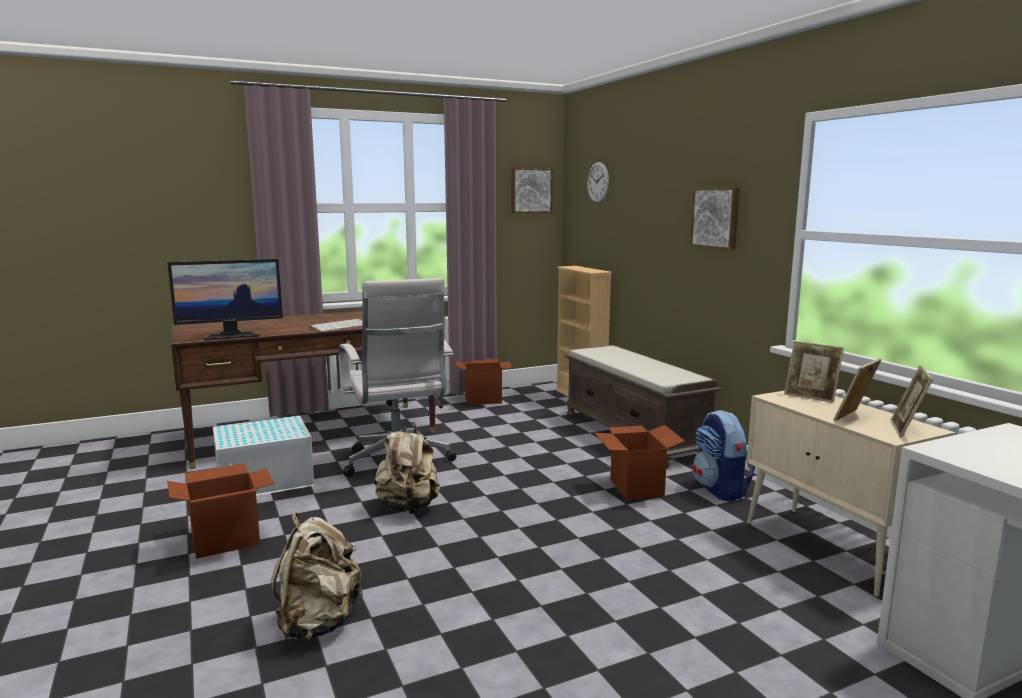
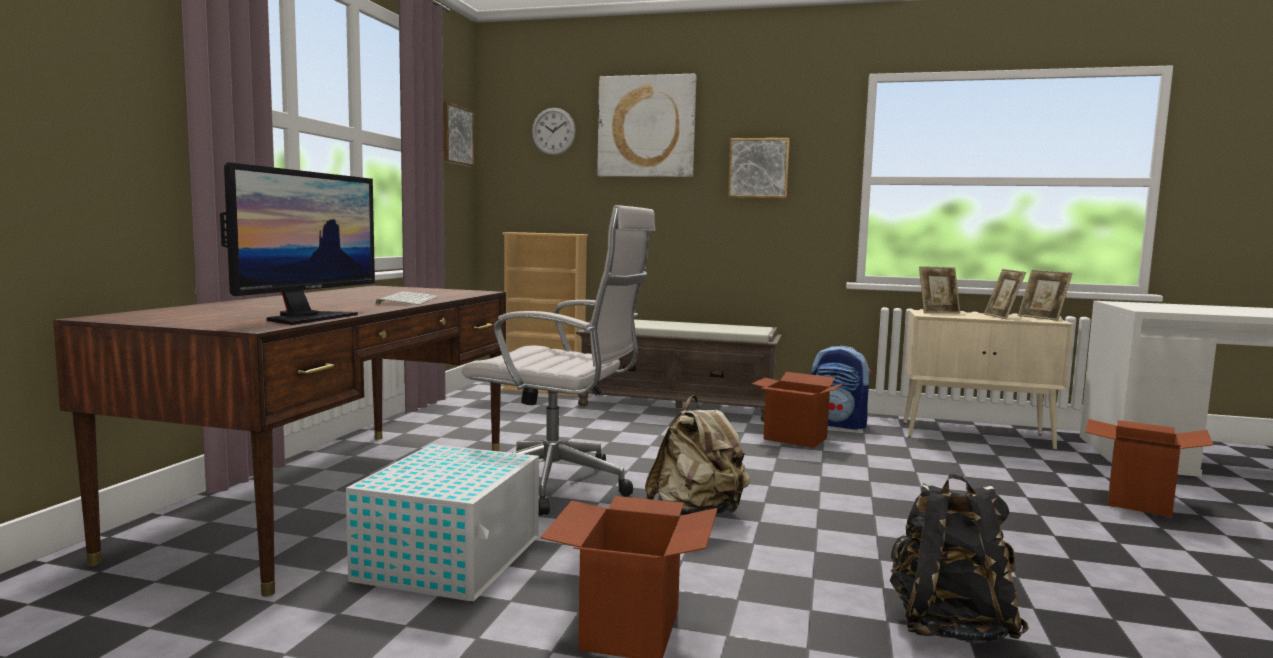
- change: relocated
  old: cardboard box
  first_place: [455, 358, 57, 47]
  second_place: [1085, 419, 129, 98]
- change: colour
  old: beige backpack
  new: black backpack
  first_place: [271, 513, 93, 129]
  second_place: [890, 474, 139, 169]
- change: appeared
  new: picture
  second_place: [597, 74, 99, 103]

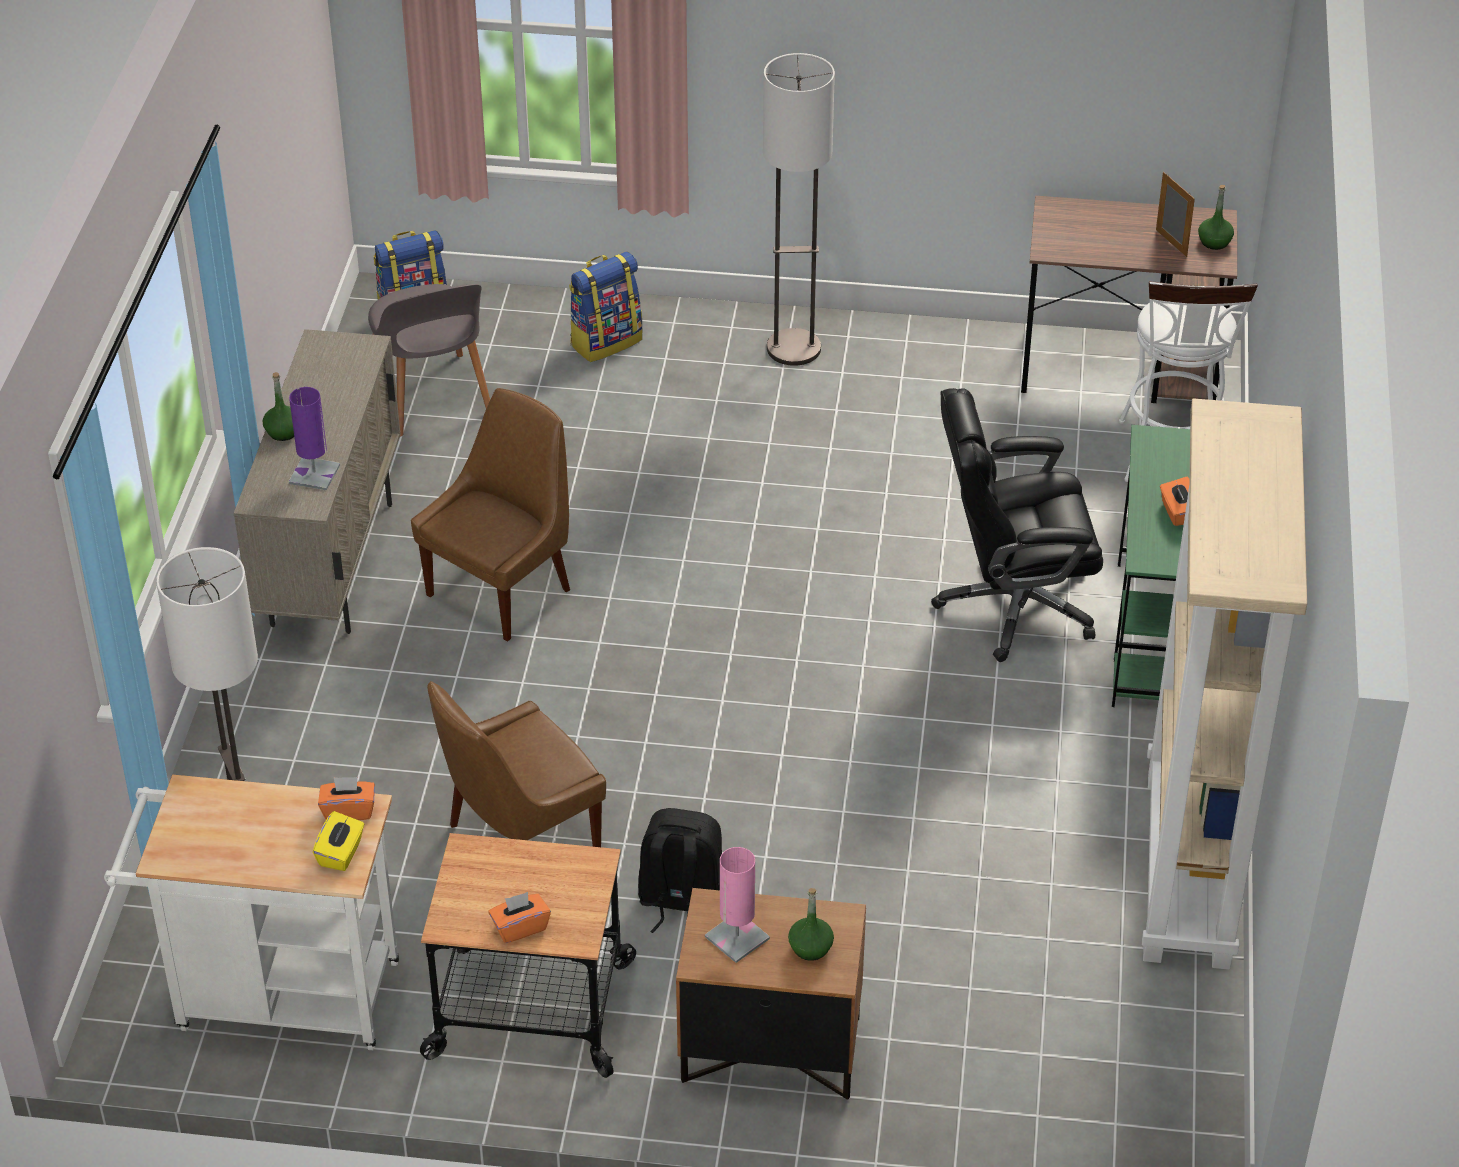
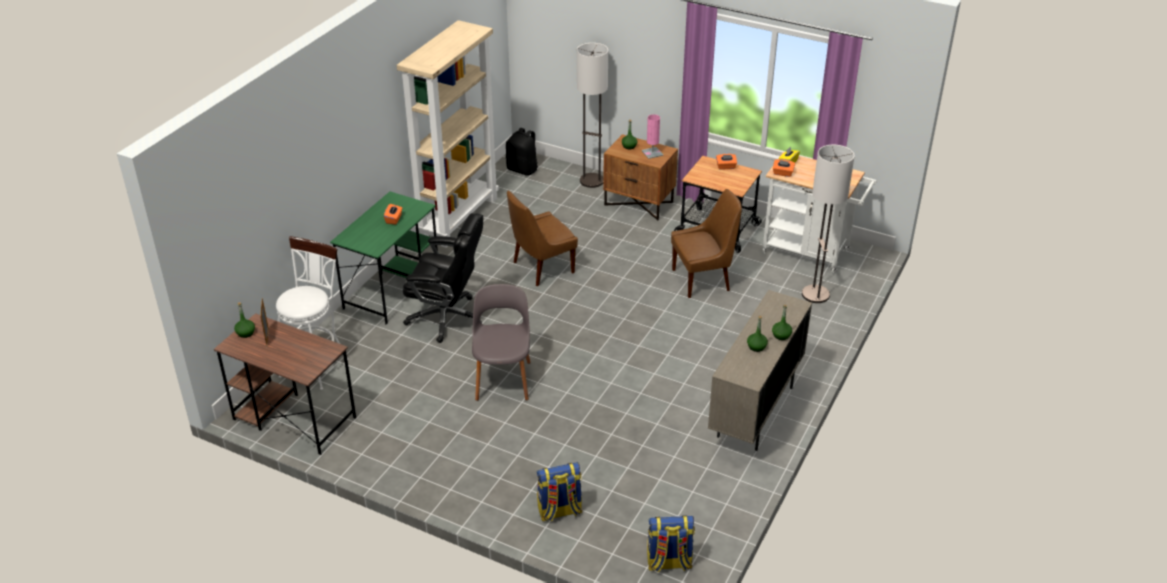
- change: relocated
  old: floor lamp
  first_place: [763, 53, 72, 313]
  second_place: [577, 43, 31, 145]
- change: relocated
  old: grey chair
  first_place: [368, 284, 122, 153]
  second_place: [472, 284, 59, 117]
- change: missing
  old: purple table lamp
  first_place: [289, 387, 51, 103]
- change: relocated
  old: brown chair
  first_place: [411, 388, 159, 254]
  second_place: [507, 191, 71, 95]
- change: relocated
  old: black backpack
  first_place: [638, 808, 84, 125]
  second_place: [506, 128, 32, 48]
- change: appeared
  new: green bottle
  second_place: [747, 316, 21, 36]

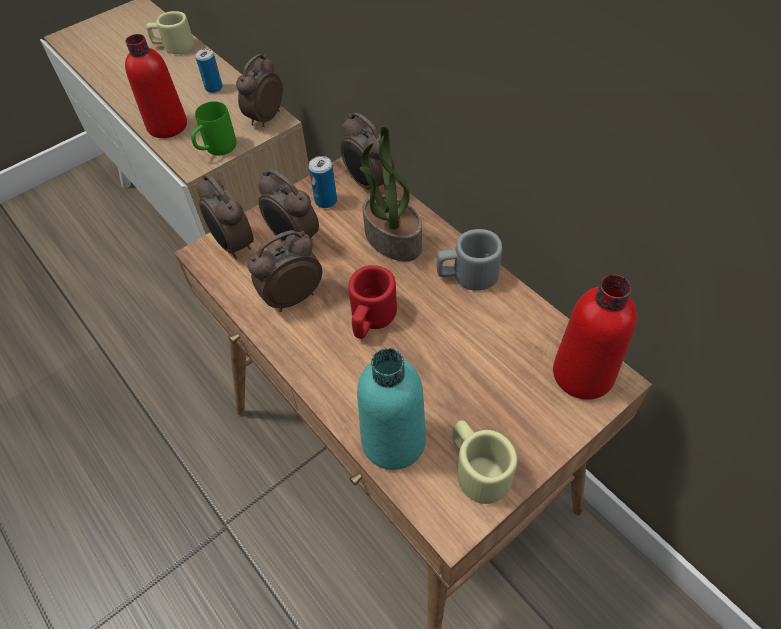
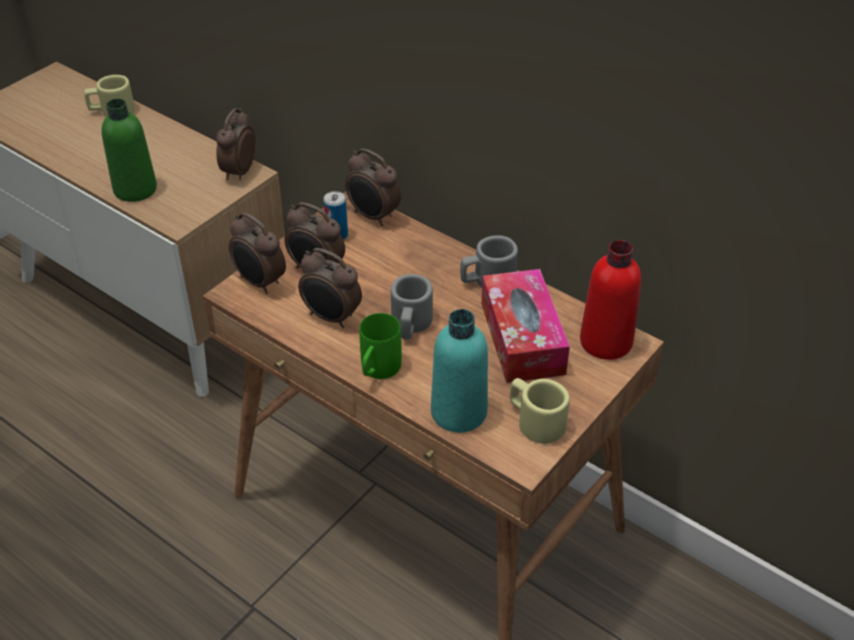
- change: colour
  old: red bottle
  new: green bottle
  first_place: [125, 34, 62, 104]
  second_place: [102, 99, 55, 103]
- change: missing
  old: can
  first_place: [195, 49, 28, 44]
- change: relocated
  old: green mug
  first_place: [191, 101, 45, 54]
  second_place: [359, 313, 43, 66]
- change: missing
  old: potted plant
  first_place: [360, 127, 62, 134]
- change: spun
  old: alarm clock
  first_place: [248, 230, 74, 82]
  second_place: [298, 248, 64, 80]
  degrees: -105
- change: colour
  old: red mug
  new: grey mug
  first_place: [348, 265, 49, 74]
  second_place: [391, 274, 42, 66]
- change: appeared
  new: tissue box
  second_place: [481, 269, 89, 114]

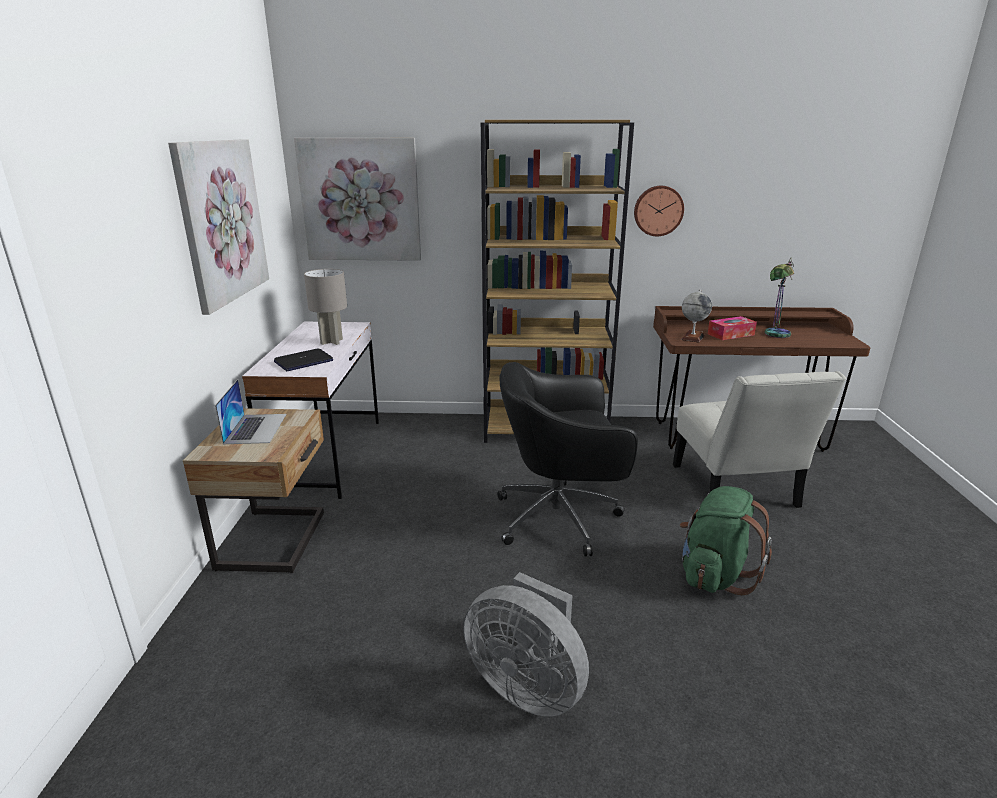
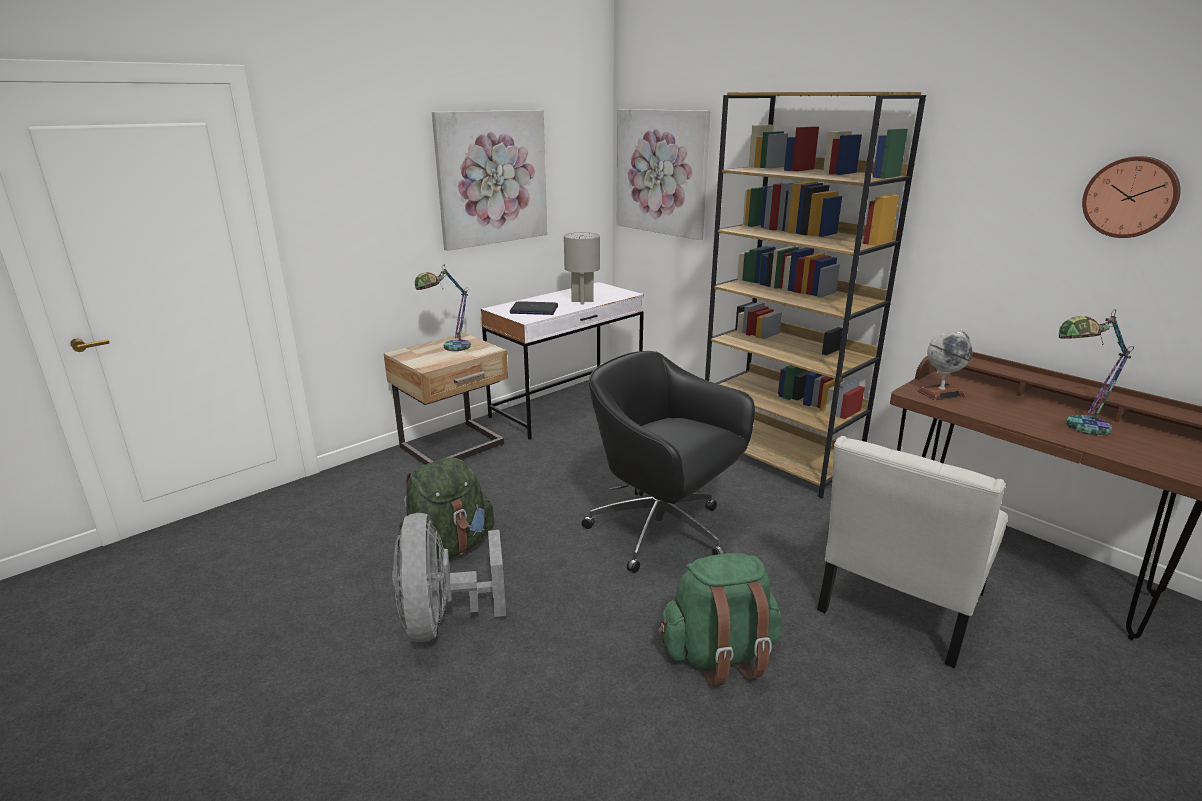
- change: relocated
  old: wall clock
  first_place: [634, 186, 50, 50]
  second_place: [1082, 156, 99, 82]
- change: missing
  old: tissue box
  first_place: [708, 316, 49, 24]
- change: exchanged
  old: laptop
  new: table lamp
  first_place: [215, 379, 71, 65]
  second_place: [415, 265, 56, 86]
- change: appeared
  new: green backpack
  second_place: [398, 457, 96, 105]

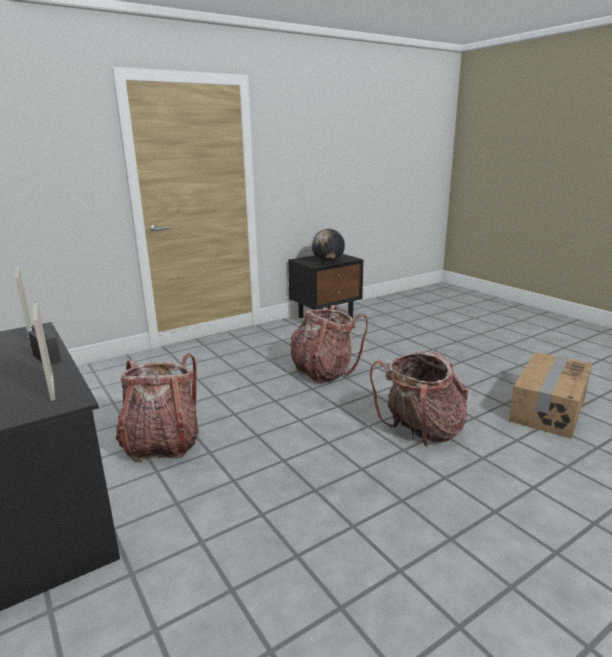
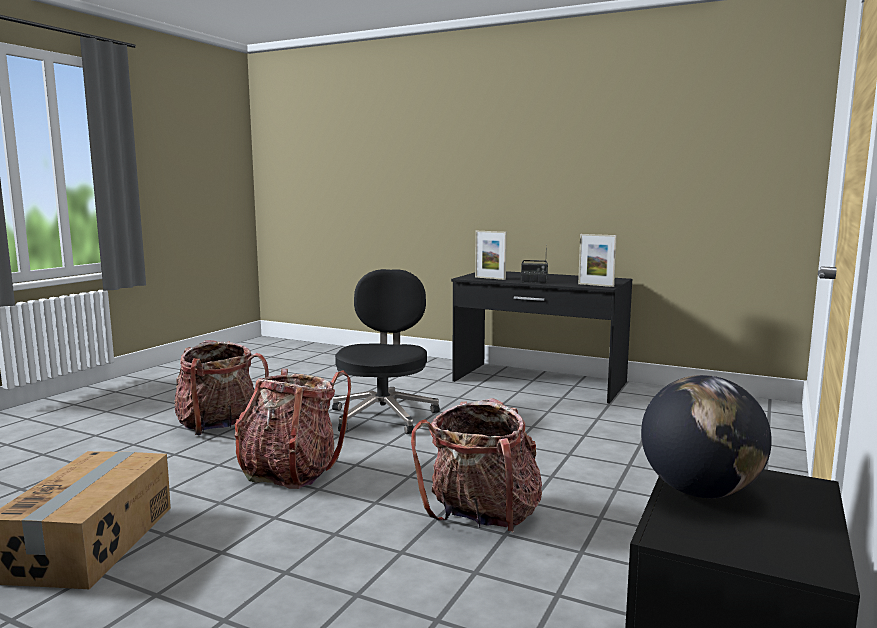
- change: relocated
  old: backpack
  first_place: [116, 353, 83, 109]
  second_place: [174, 340, 95, 95]
- change: appeared
  new: black office chair
  second_place: [332, 269, 108, 165]

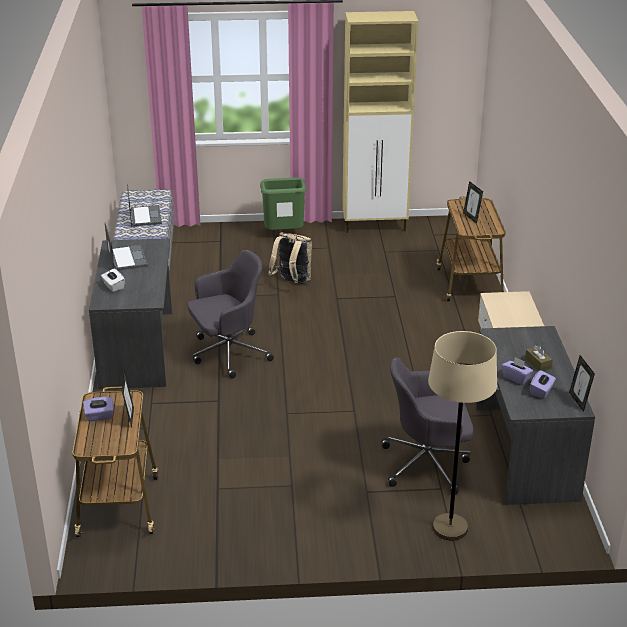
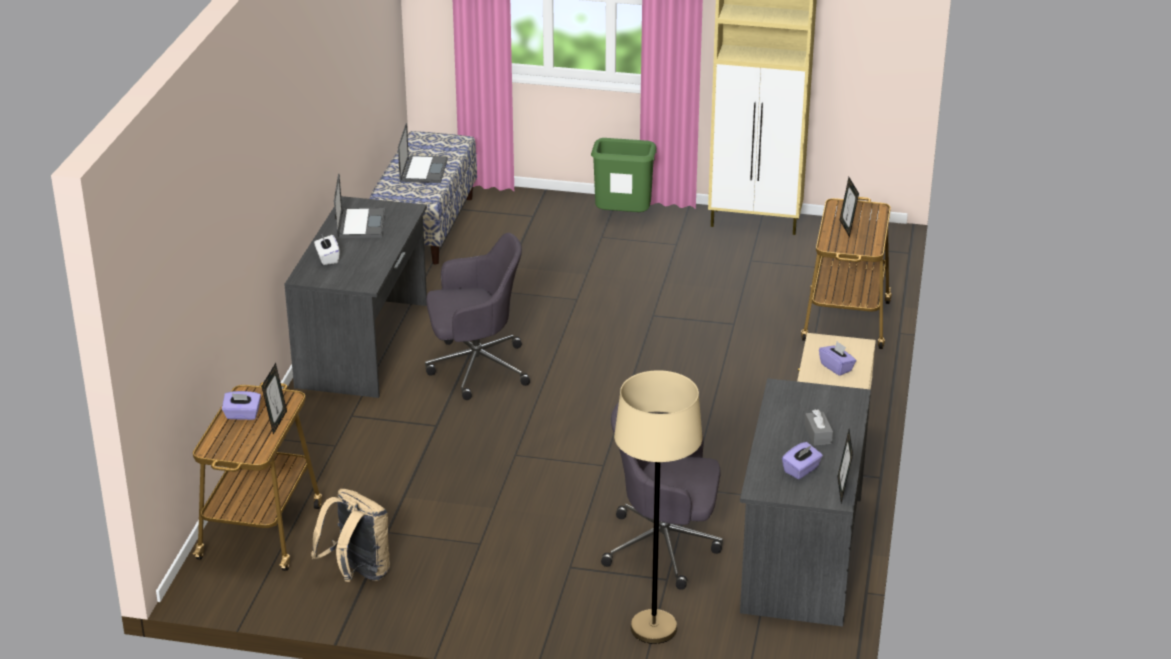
- change: relocated
  old: beige backpack
  first_place: [268, 233, 44, 51]
  second_place: [311, 489, 79, 93]
- change: colour
  old: brown tissue box
  new: grey tissue box
  first_place: [525, 345, 28, 26]
  second_place: [805, 409, 28, 37]
- change: relocated
  old: purple tissue box
  first_place: [501, 357, 32, 28]
  second_place: [819, 341, 37, 35]

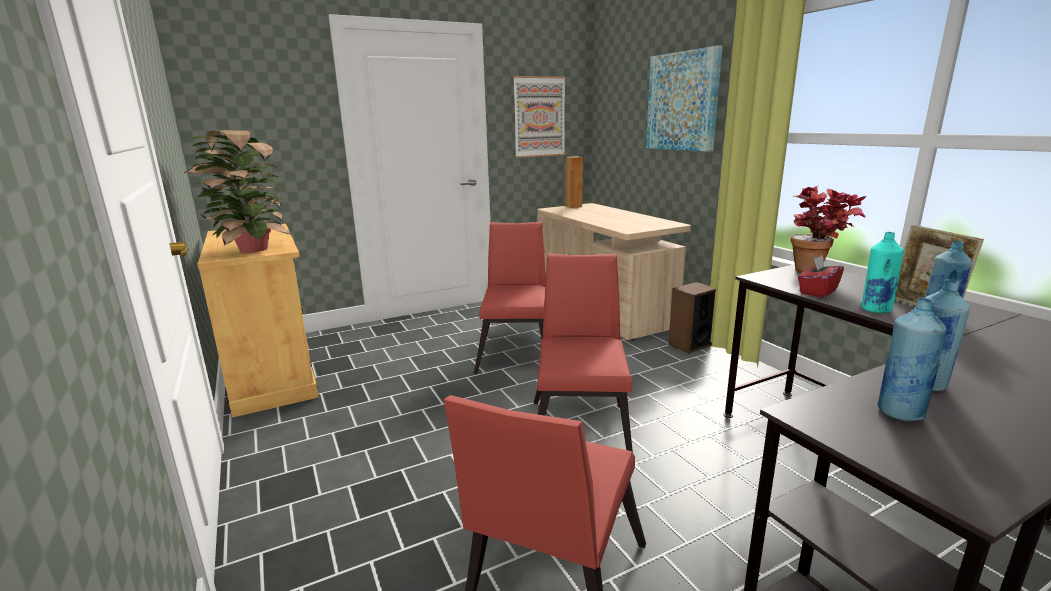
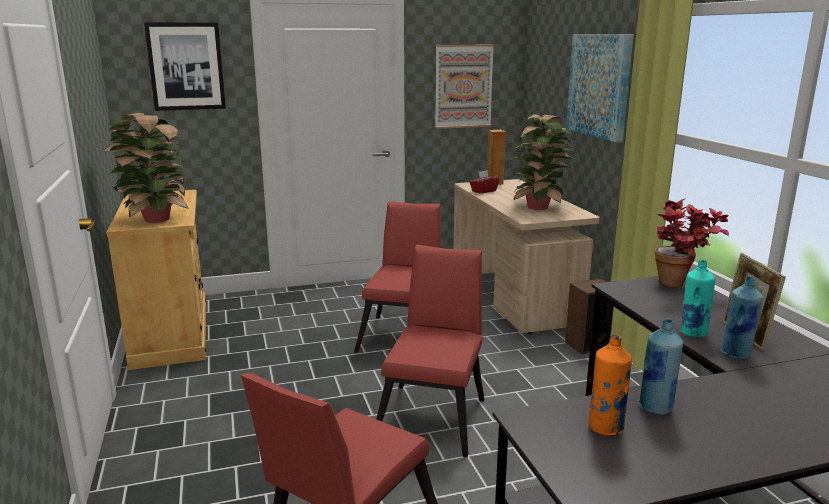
- change: relocated
  old: red tissue box
  first_place: [798, 255, 46, 43]
  second_place: [470, 170, 29, 24]
- change: colour
  old: blue bottle
  new: orange bottle
  first_place: [878, 297, 68, 124]
  second_place: [589, 334, 43, 102]
- change: appeared
  new: picture
  second_place: [144, 22, 82, 89]
- change: appeared
  new: potted plant
  second_place: [513, 114, 63, 96]

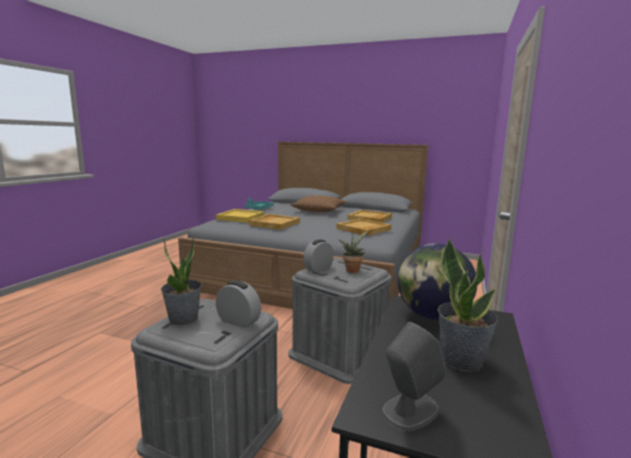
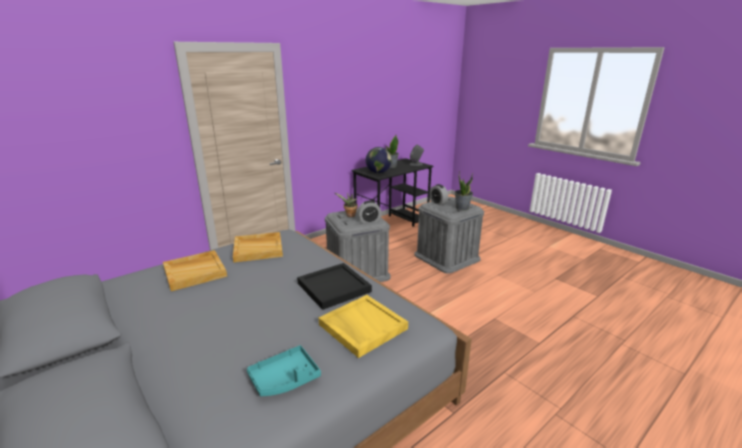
- change: missing
  old: brown pillow
  first_place: [290, 195, 56, 17]
- change: colour
  old: beige tray
  new: black tray
  first_place: [249, 214, 51, 16]
  second_place: [297, 263, 75, 47]

